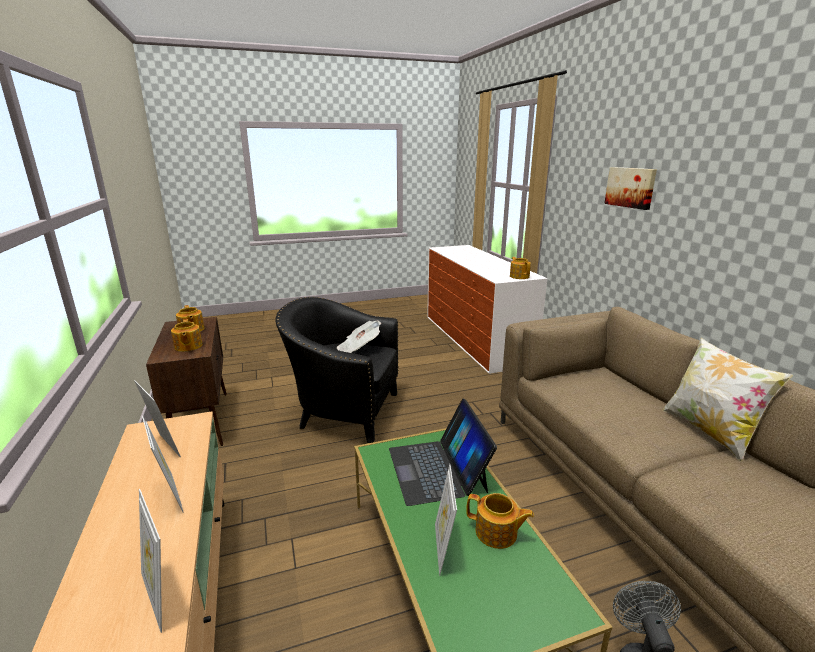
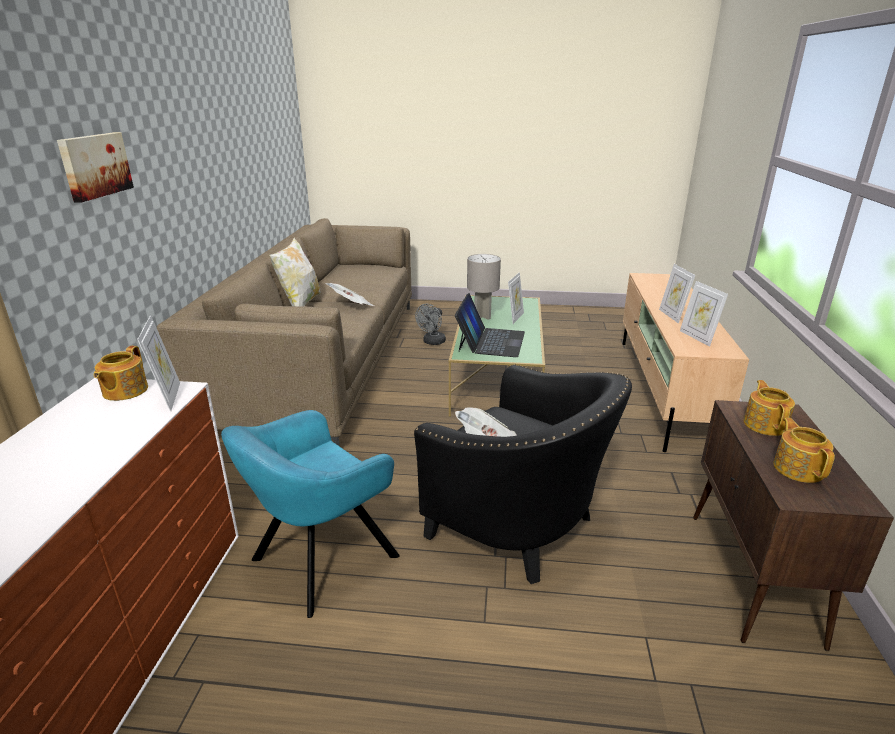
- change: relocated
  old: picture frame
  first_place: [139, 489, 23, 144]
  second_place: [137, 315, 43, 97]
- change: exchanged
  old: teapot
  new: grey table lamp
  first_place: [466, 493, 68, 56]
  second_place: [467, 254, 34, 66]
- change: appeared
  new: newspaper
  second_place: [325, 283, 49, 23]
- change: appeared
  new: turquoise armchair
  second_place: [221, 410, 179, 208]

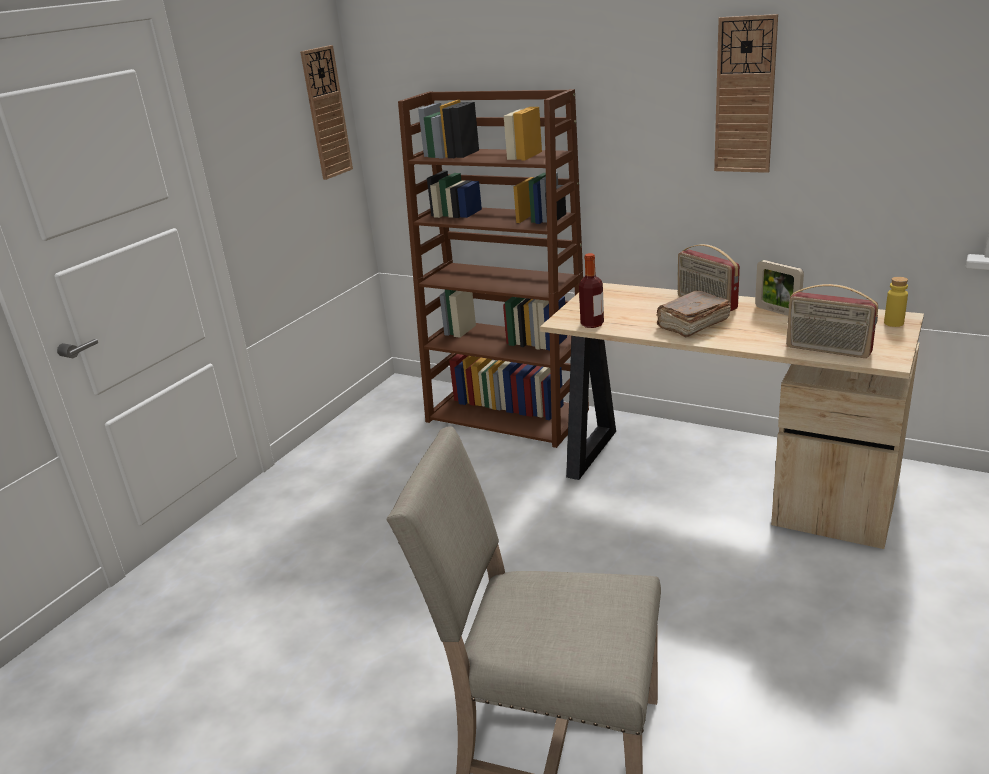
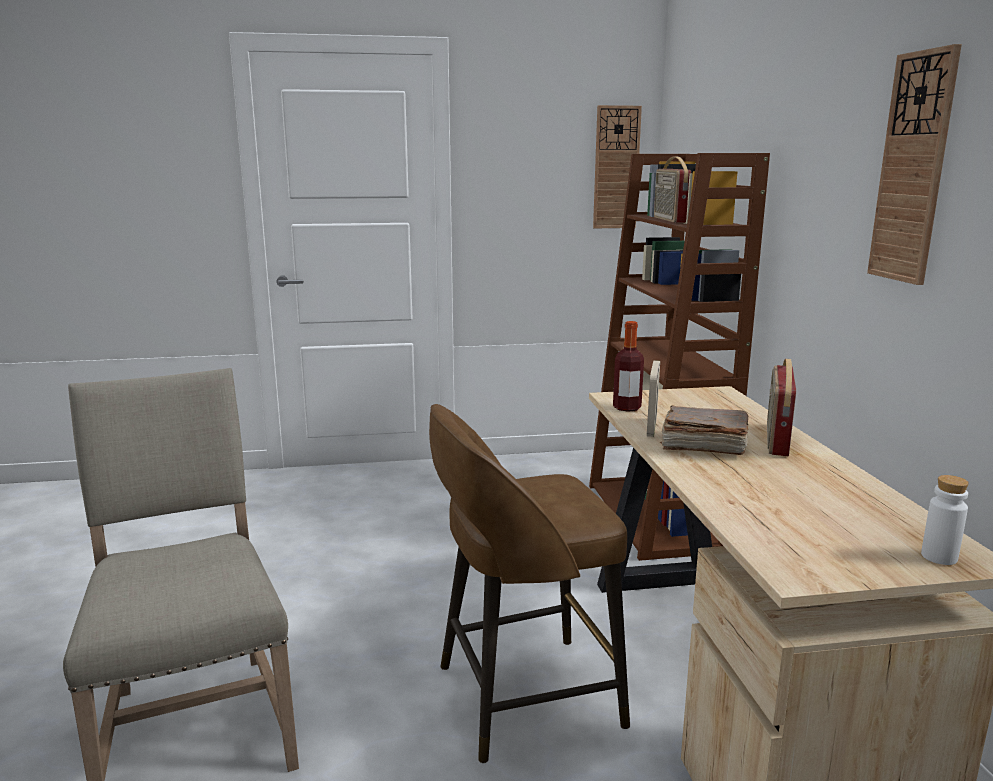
- change: relocated
  old: picture frame
  first_place: [755, 260, 49, 56]
  second_place: [647, 360, 13, 77]
- change: colour
  old: yellow bottle
  new: white bottle
  first_place: [884, 277, 24, 50]
  second_place: [921, 475, 48, 90]
- change: relocated
  old: radio
  first_place: [786, 284, 92, 74]
  second_place: [654, 157, 37, 66]
- change: appeared
  new: brown stool
  second_place: [429, 404, 201, 359]

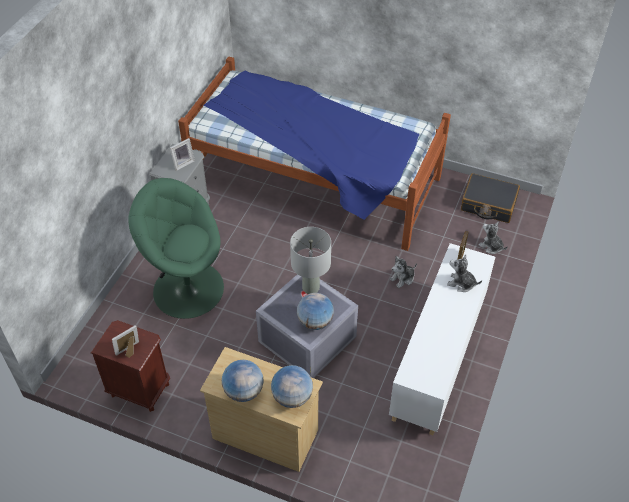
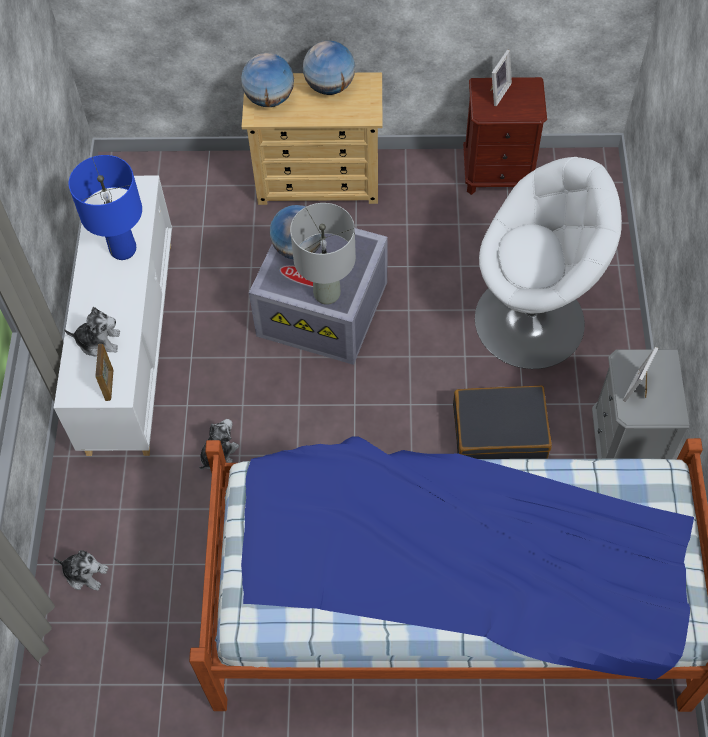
- change: relocated
  old: black suitcase
  first_place: [461, 173, 59, 50]
  second_place: [453, 385, 99, 74]
- change: colour
  old: green armchair
  new: white armchair
  first_place: [128, 178, 96, 141]
  second_place: [475, 157, 147, 212]
- change: appeared
  new: blue table lamp
  second_place: [69, 155, 73, 105]

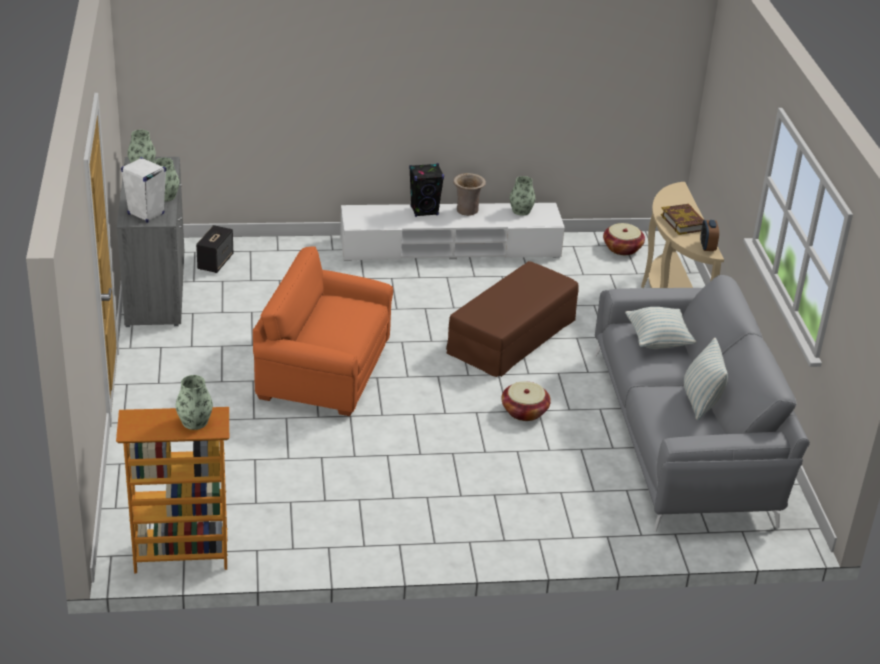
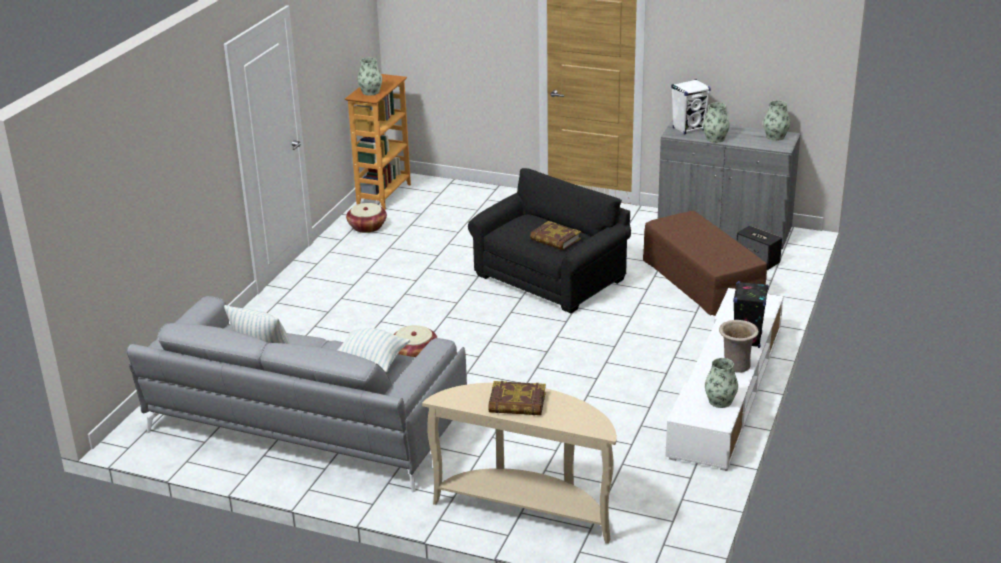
- change: missing
  old: alarm clock
  first_place: [701, 220, 18, 31]
- change: relocated
  old: basket
  first_place: [603, 223, 42, 32]
  second_place: [346, 203, 41, 30]
- change: colour
  old: orange armchair
  new: black armchair
  first_place: [253, 246, 140, 170]
  second_place: [468, 168, 163, 145]
- change: relocated
  old: brown ottoman
  first_place: [446, 261, 133, 116]
  second_place: [643, 211, 124, 105]
- change: appeared
  new: book
  second_place: [530, 221, 51, 29]

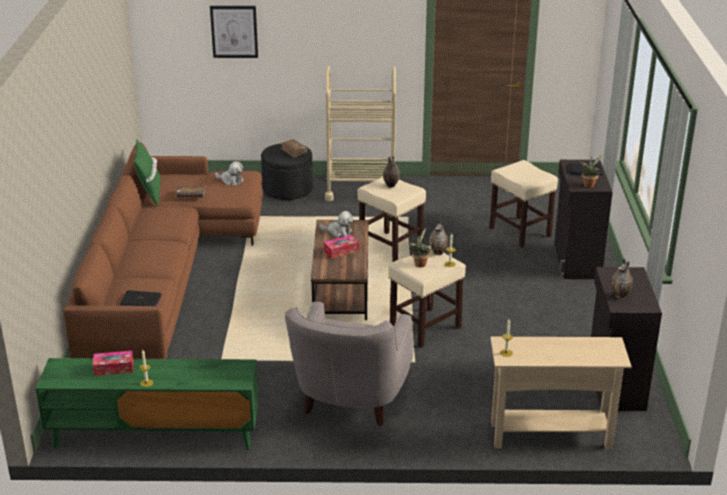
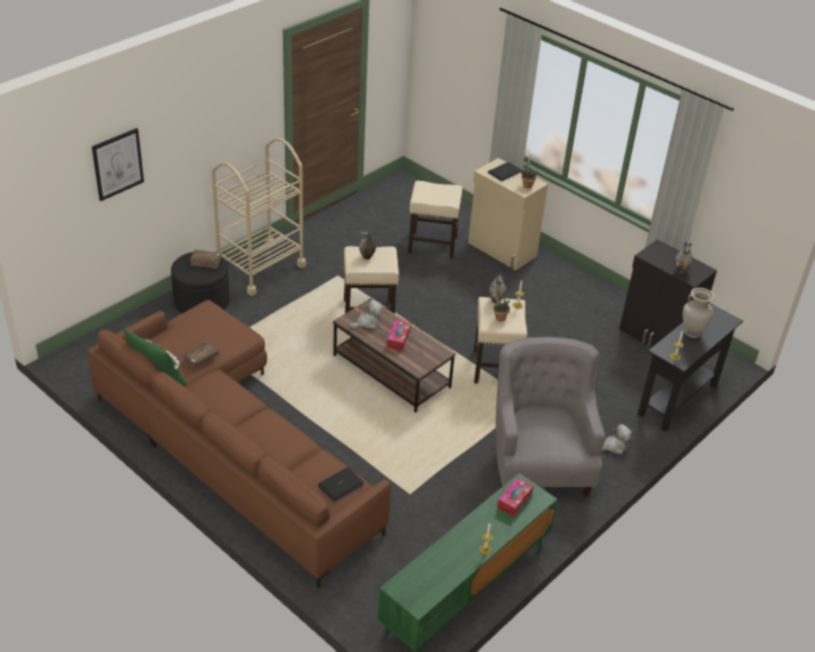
- change: colour
  old: black cabinet
  new: beige cabinet
  first_place: [554, 160, 59, 119]
  second_place: [468, 158, 80, 112]
- change: relocated
  old: plush toy
  first_place: [215, 161, 29, 24]
  second_place: [602, 424, 30, 30]
- change: spun
  old: grey armchair
  first_place: [285, 302, 128, 124]
  second_place: [496, 337, 109, 160]
  degrees: -150
- change: colour
  old: beige console table
  new: black console table
  first_place: [490, 337, 142, 112]
  second_place: [637, 303, 106, 129]
- change: relocated
  old: tissue box
  first_place: [93, 351, 41, 25]
  second_place: [497, 477, 37, 40]
- change: appeared
  new: beige vase
  second_place: [683, 288, 31, 50]

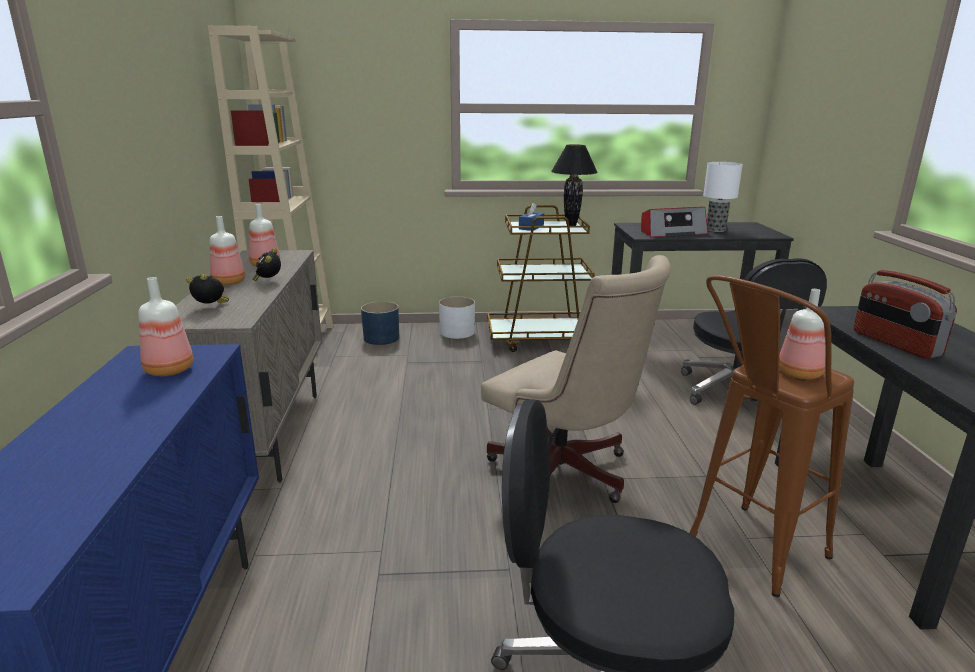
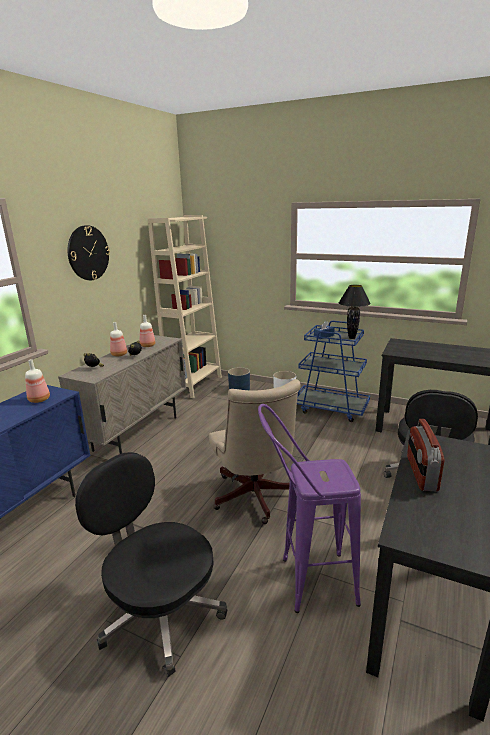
- change: missing
  old: table lamp
  first_place: [703, 162, 40, 70]
- change: colour
  old: brown cart
  new: blue cart
  first_place: [487, 205, 108, 147]
  second_place: [297, 321, 73, 101]
- change: missing
  old: radio
  first_place: [641, 207, 67, 30]
- change: colour
  old: brown stool
  new: purple stool
  first_place: [690, 275, 164, 322]
  second_place: [258, 404, 103, 209]
- change: missing
  old: bottle
  first_place: [779, 289, 47, 91]
- change: appeared
  new: wall clock
  second_place: [67, 225, 43, 55]

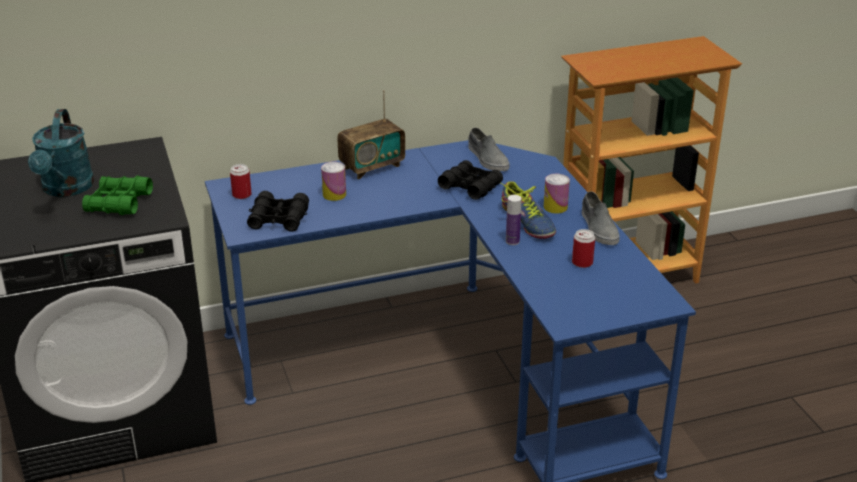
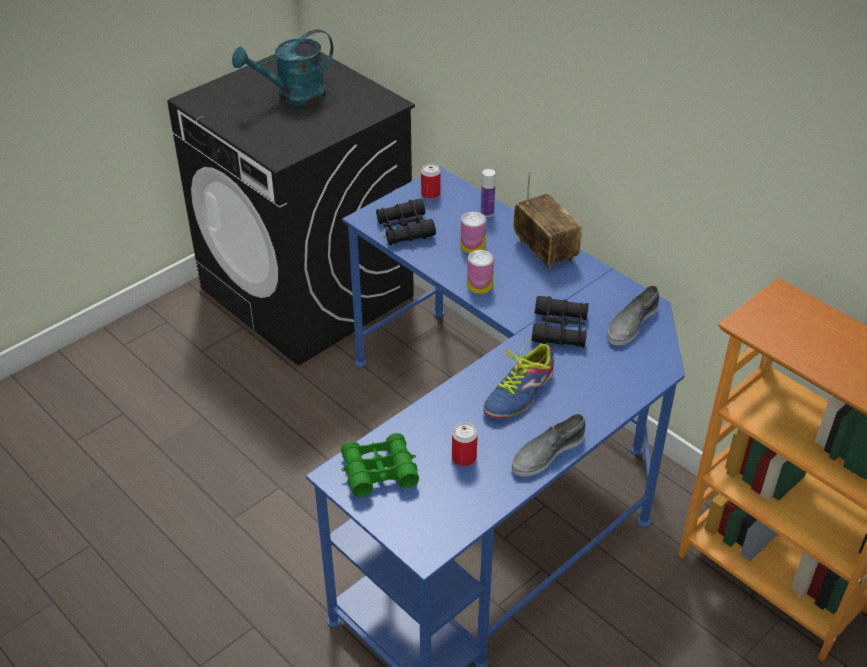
- change: spun
  old: radio
  first_place: [337, 90, 68, 89]
  second_place: [514, 171, 68, 99]
  degrees: -150
- change: relocated
  old: can
  first_place: [544, 174, 26, 40]
  second_place: [467, 250, 27, 44]
- change: relocated
  old: green binoculars
  first_place: [82, 176, 71, 39]
  second_place: [341, 433, 78, 64]
- change: relocated
  old: bottle
  first_place: [506, 195, 15, 50]
  second_place: [481, 169, 14, 48]

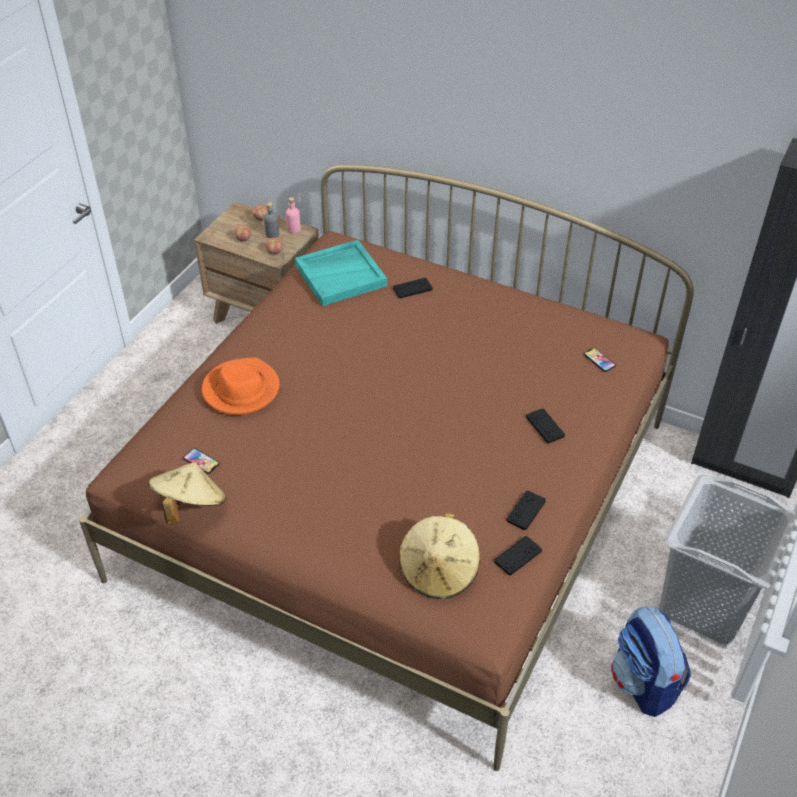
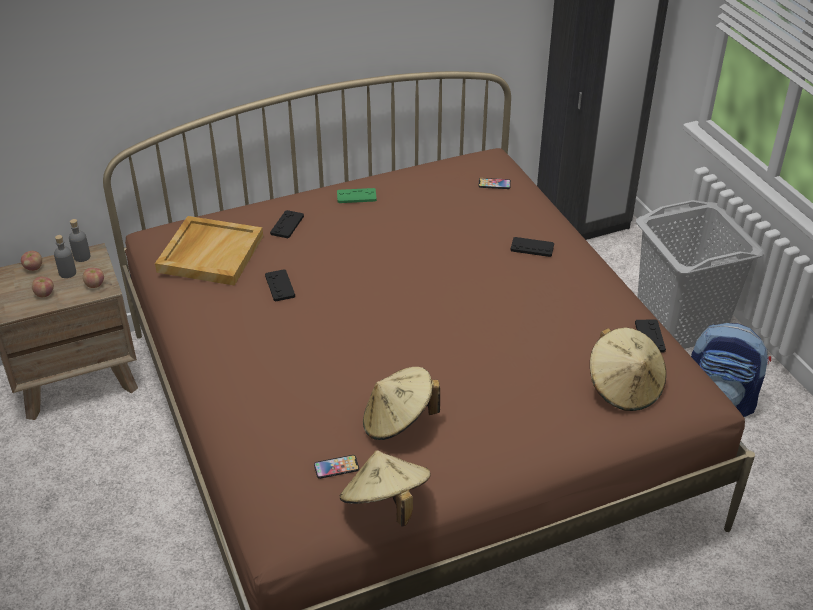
- change: colour
  old: pink bottle
  new: grey bottle
  first_place: [286, 197, 15, 36]
  second_place: [69, 219, 22, 43]
- change: colour
  old: turquoise tray
  new: beige tray
  first_place: [295, 240, 92, 66]
  second_place: [155, 216, 108, 70]
- change: missing
  old: orange hat
  first_place: [202, 358, 77, 57]
- change: relocated
  old: black game controller
  first_place: [506, 491, 40, 39]
  second_place: [265, 269, 30, 33]
- change: appeared
  new: green game controller
  second_place: [337, 188, 40, 15]
- change: appeared
  new: beige hat
  second_place: [363, 367, 77, 73]

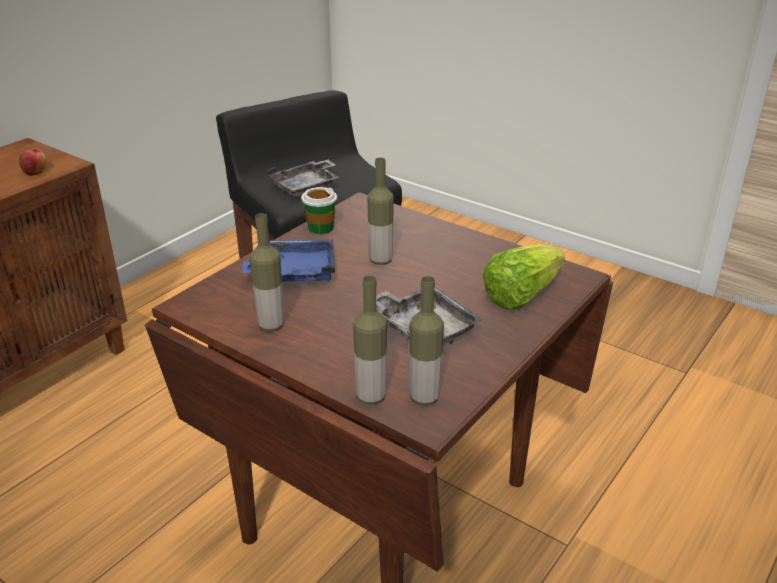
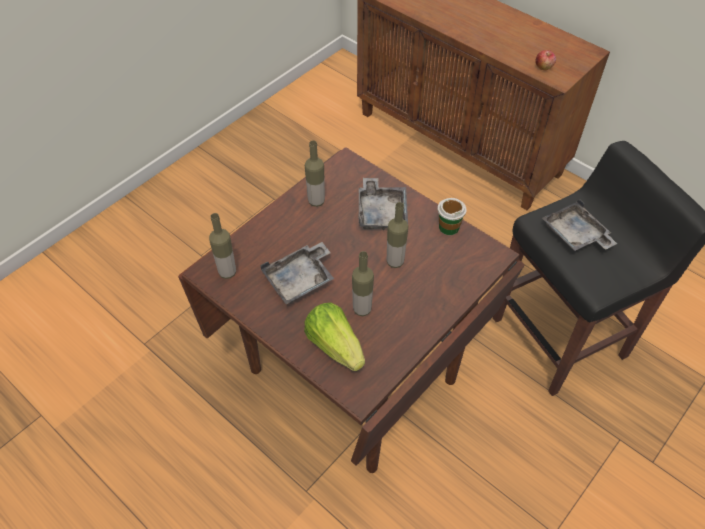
- change: colour
  old: blue tray
  new: grey tray
  first_place: [242, 239, 93, 43]
  second_place: [359, 178, 49, 52]
- change: relocated
  old: bottle
  first_place: [353, 275, 34, 130]
  second_place: [352, 251, 22, 65]

